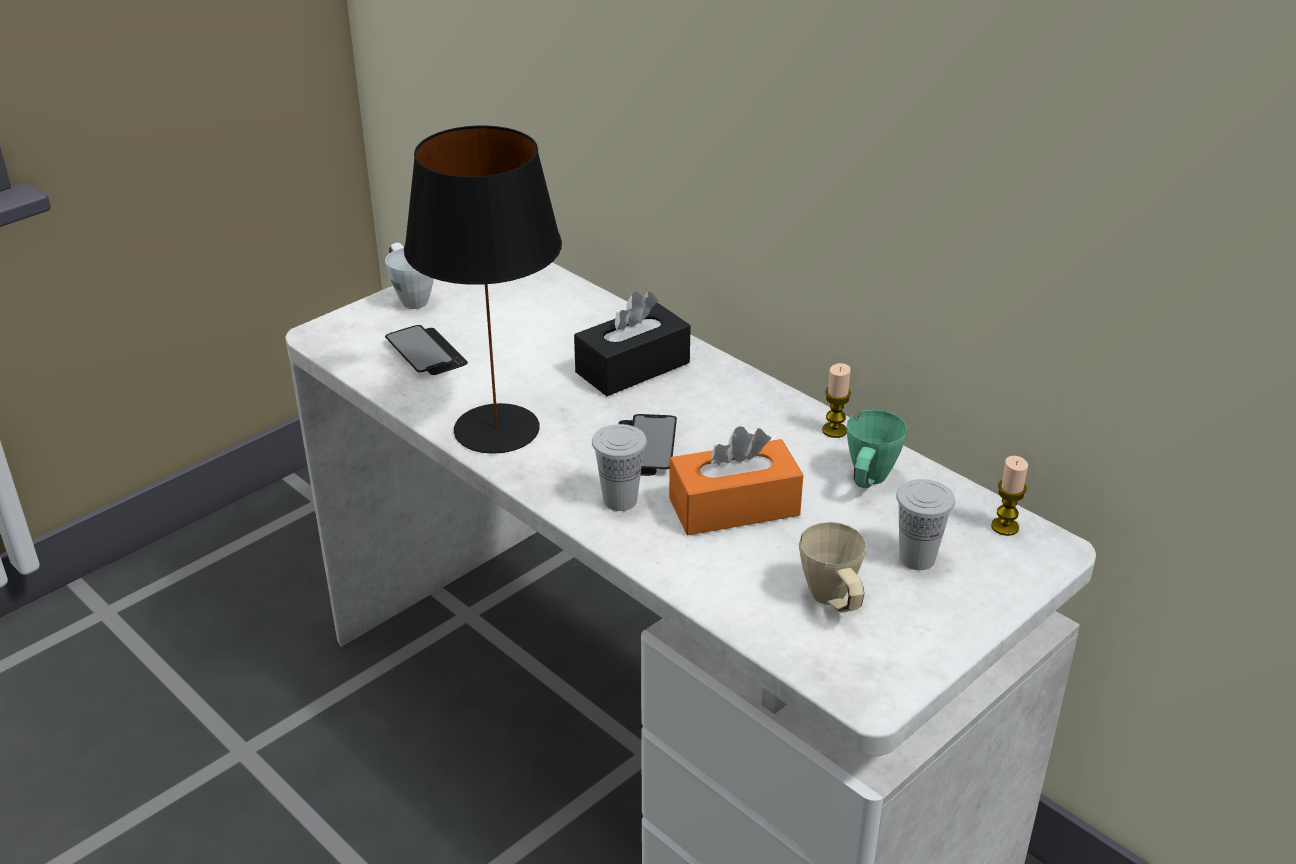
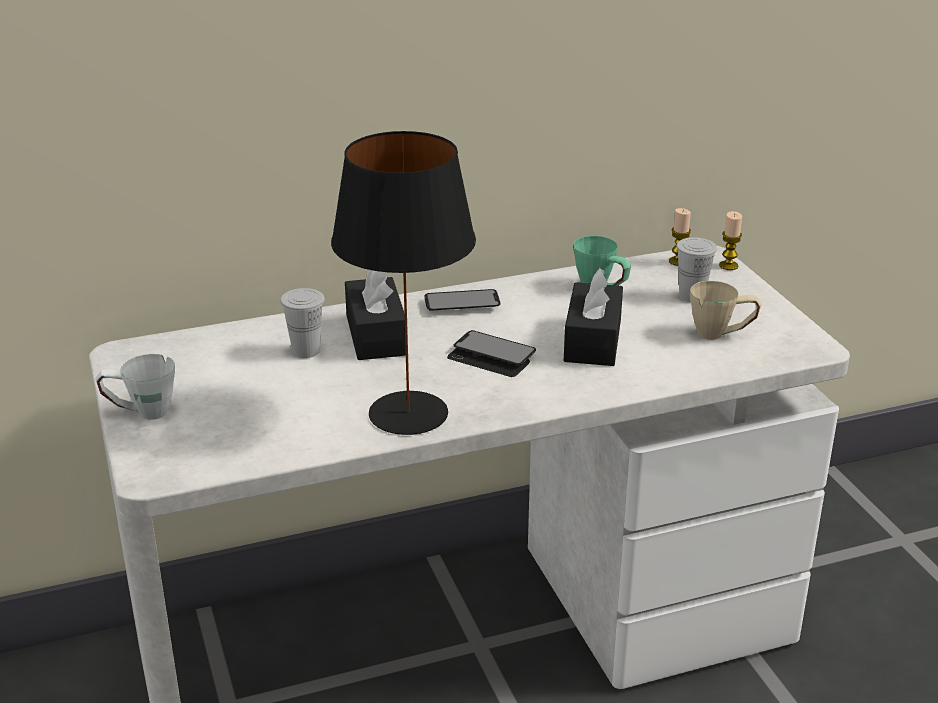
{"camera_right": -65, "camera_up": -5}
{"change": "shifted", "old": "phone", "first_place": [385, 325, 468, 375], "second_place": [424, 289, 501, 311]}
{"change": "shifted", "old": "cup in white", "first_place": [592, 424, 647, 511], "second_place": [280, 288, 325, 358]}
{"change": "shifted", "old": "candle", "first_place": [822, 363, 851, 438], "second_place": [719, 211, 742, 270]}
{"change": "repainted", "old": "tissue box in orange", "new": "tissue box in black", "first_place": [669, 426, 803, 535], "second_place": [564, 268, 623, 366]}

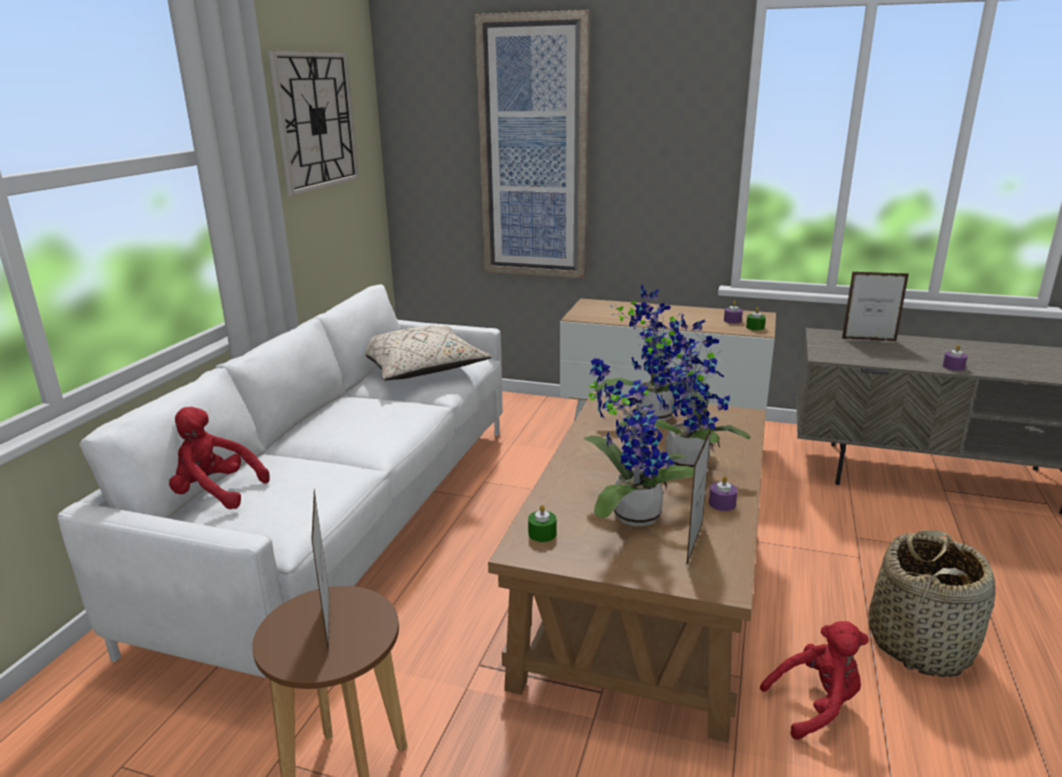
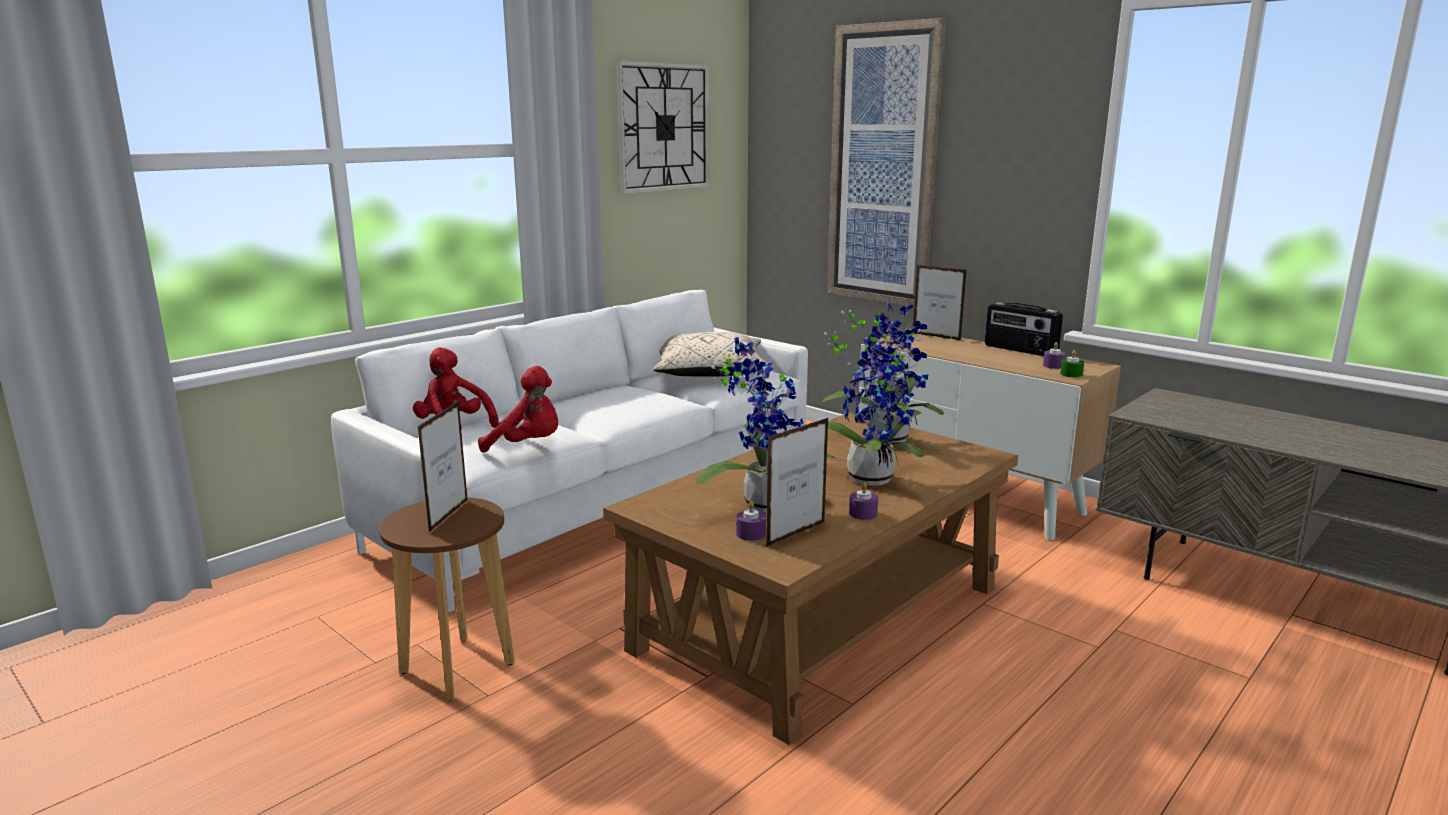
{"camera_right": 25, "camera_up": -5}
{"change": "gone", "old": "candle in green", "first_place": [528, 505, 556, 542]}
{"change": "gone", "old": "basket", "first_place": [869, 530, 995, 677]}
{"change": "new", "new": "radio", "second_place": [985, 302, 1063, 356]}
{"change": "shifted", "old": "plush toy in red", "first_place": [760, 621, 869, 740], "second_place": [478, 366, 558, 453]}
{"change": "shifted", "old": "picture frame", "first_place": [842, 271, 909, 342], "second_place": [913, 265, 966, 341]}
{"change": "shifted", "old": "candle in purple", "first_place": [943, 345, 968, 371], "second_place": [736, 501, 766, 541]}

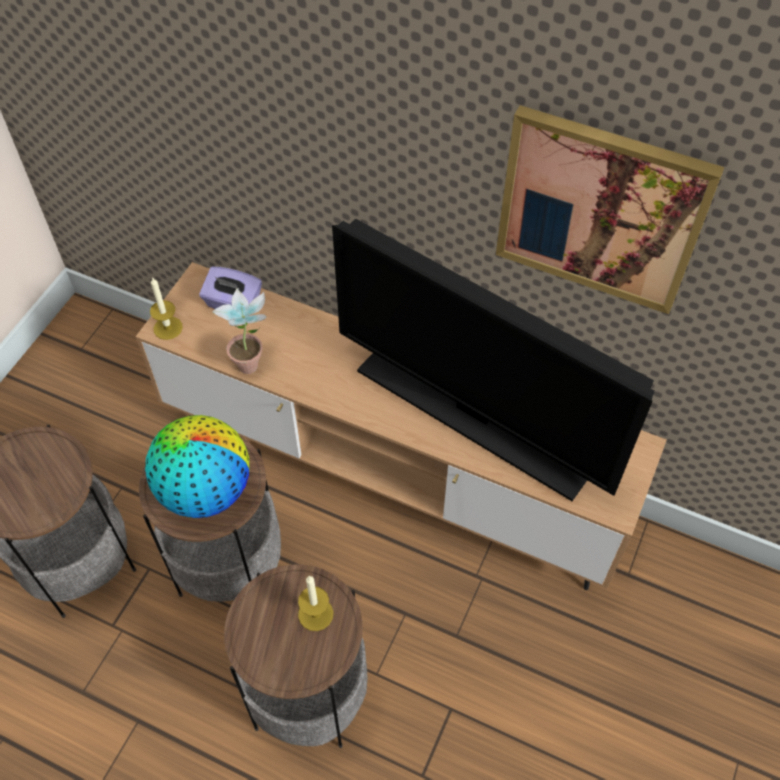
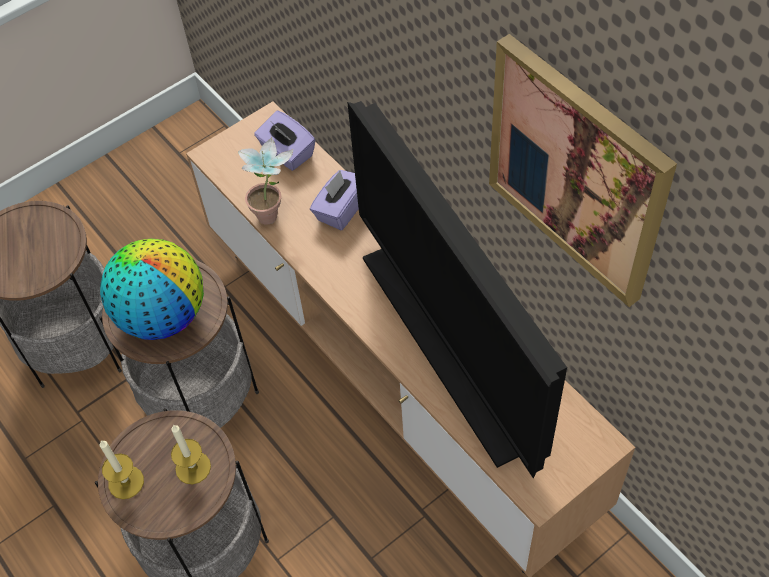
{"camera_right": 30, "camera_up": 0}
{"change": "new", "new": "tissue box in purple", "second_place": [310, 170, 359, 230]}
{"change": "shifted", "old": "candle", "first_place": [150, 277, 183, 340], "second_place": [99, 440, 144, 499]}

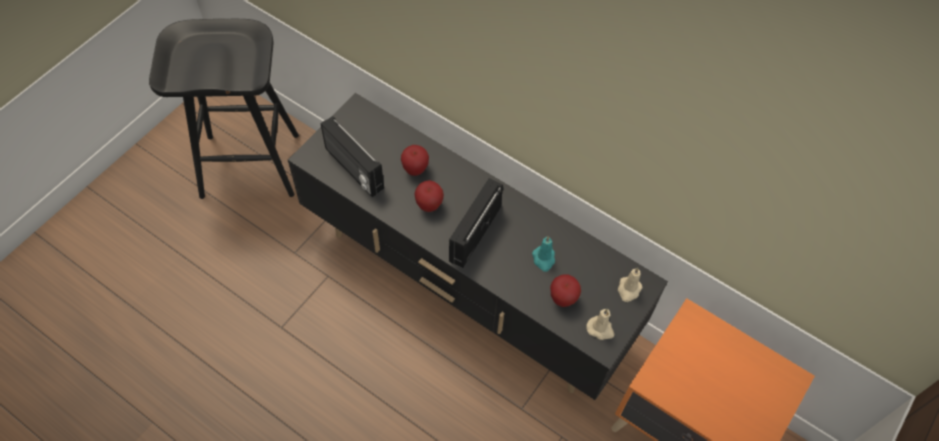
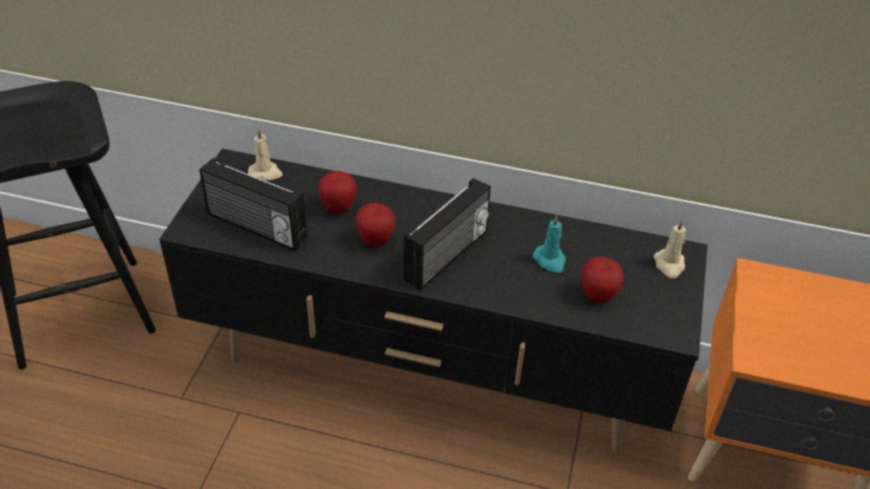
{"camera_right": -20, "camera_up": -15}
{"change": "shifted", "old": "candle in beige", "first_place": [586, 309, 614, 340], "second_place": [248, 128, 283, 181]}
{"change": "rotated", "old": "radio", "first_place": [449, 178, 503, 268], "second_place": [404, 178, 491, 291], "degrees": -150}

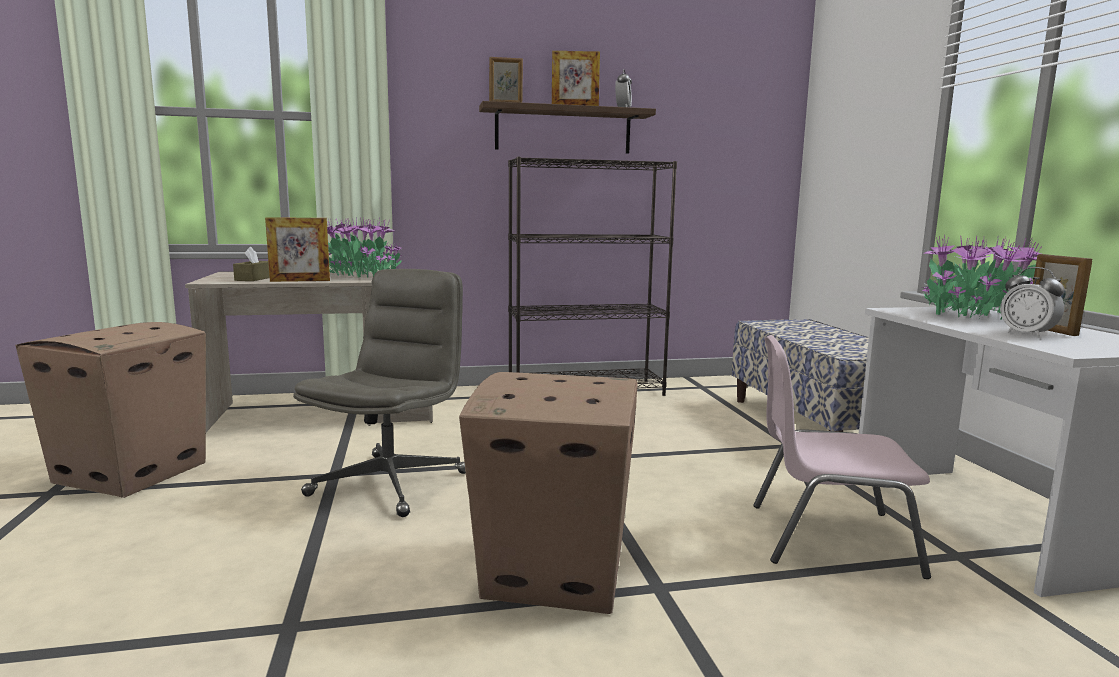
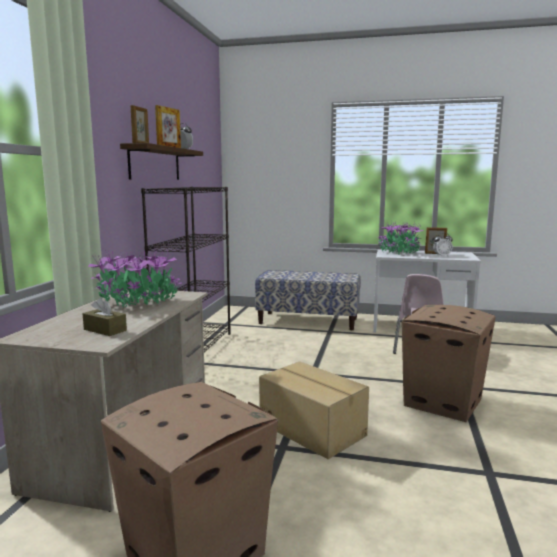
{"camera_right": -65, "camera_up": 0}
{"change": "gone", "old": "picture frame", "first_place": [265, 217, 330, 282]}
{"change": "swapped", "old": "office chair in grey", "new": "cardboard box", "first_place": [293, 269, 466, 517], "second_place": [259, 361, 369, 459]}

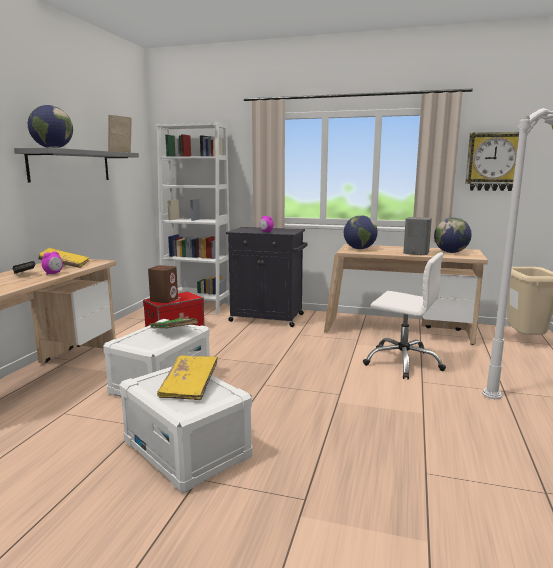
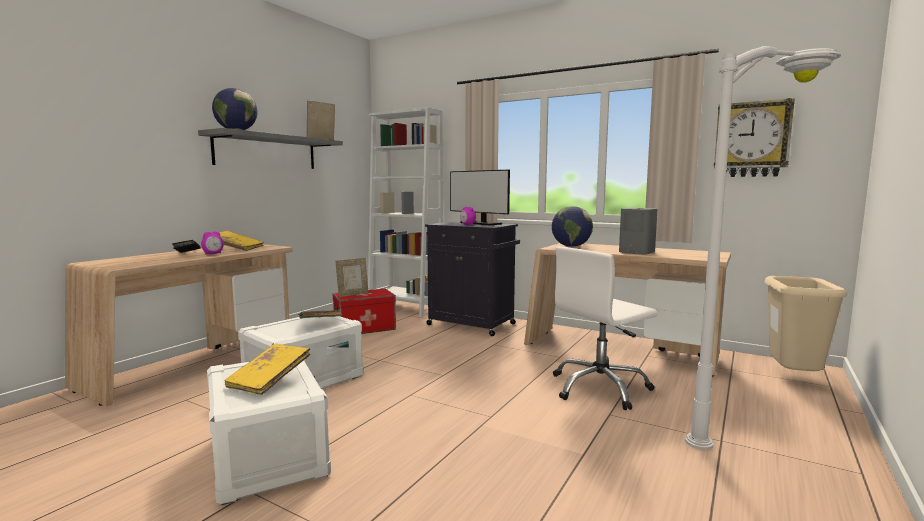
{"camera_right": 15, "camera_up": -5}
{"change": "gone", "old": "globe", "first_place": [434, 218, 472, 253]}
{"change": "new", "new": "monitor", "second_place": [450, 170, 510, 225]}
{"change": "swapped", "old": "speaker in brown", "new": "picture frame", "first_place": [148, 265, 178, 303], "second_place": [335, 258, 369, 297]}
{"change": "rotated", "old": "office chair in white", "first_place": [363, 252, 446, 379], "second_place": [553, 247, 657, 410], "degrees": 105}

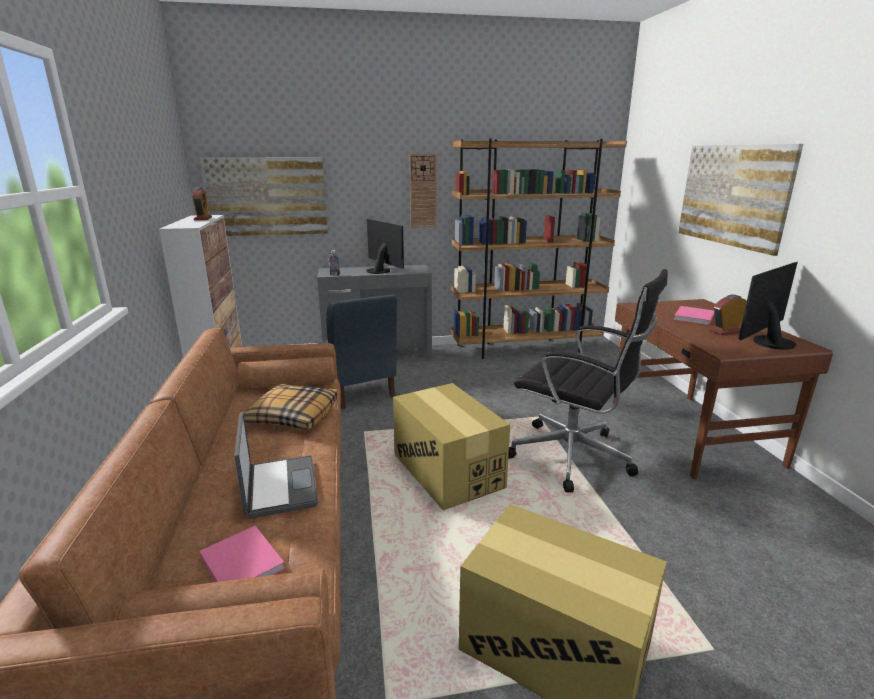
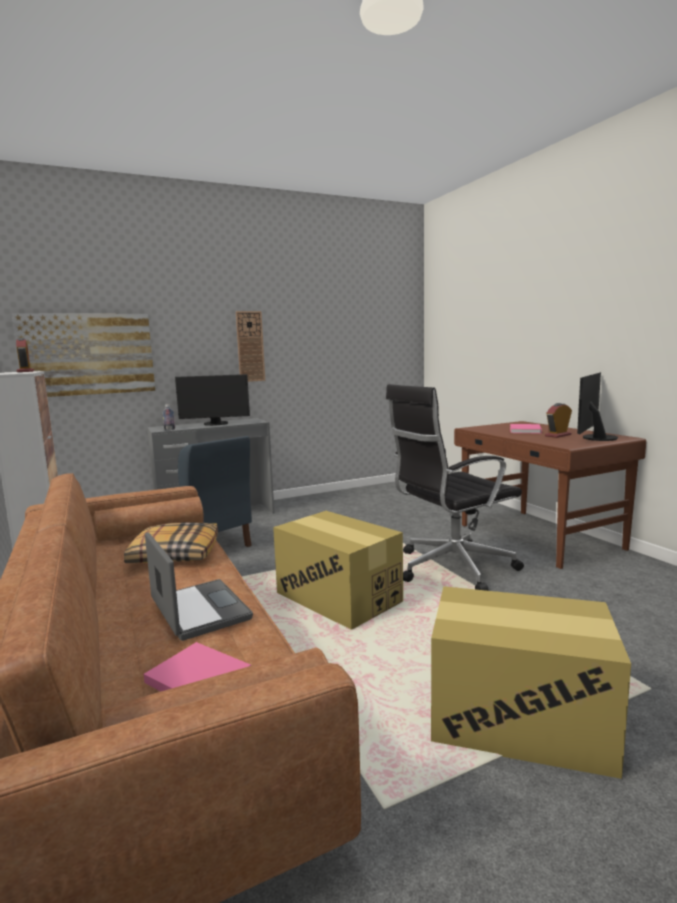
{"camera_right": -15, "camera_up": -10}
{"change": "gone", "old": "bookcase in brown", "first_place": [451, 138, 627, 359]}
{"change": "gone", "old": "picture", "first_place": [678, 144, 803, 256]}
{"change": "rotated", "old": "monitor", "first_place": [366, 219, 404, 274], "second_place": [175, 374, 250, 426], "degrees": 135}
{"change": "rotated", "old": "office chair in black", "first_place": [508, 269, 668, 493], "second_place": [386, 384, 524, 591], "degrees": 135}

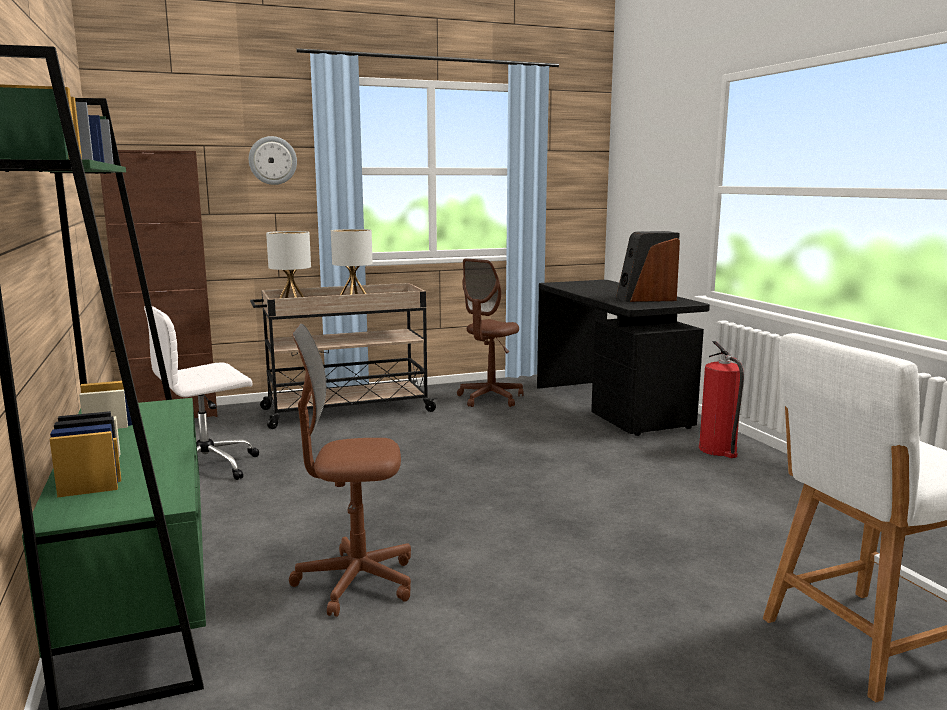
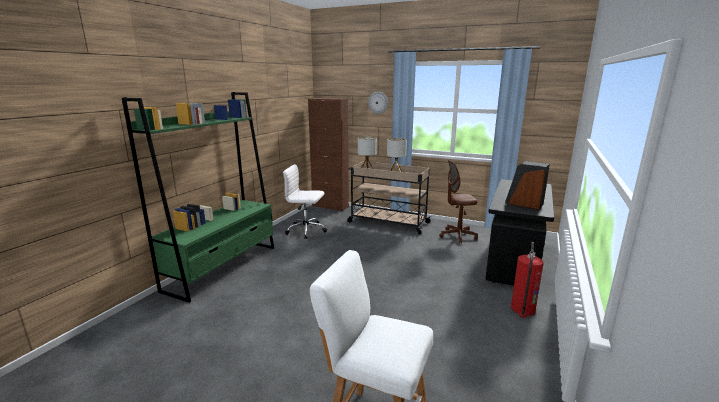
{"camera_right": 45, "camera_up": 5}
{"change": "gone", "old": "office chair in brown", "first_place": [289, 324, 411, 617]}

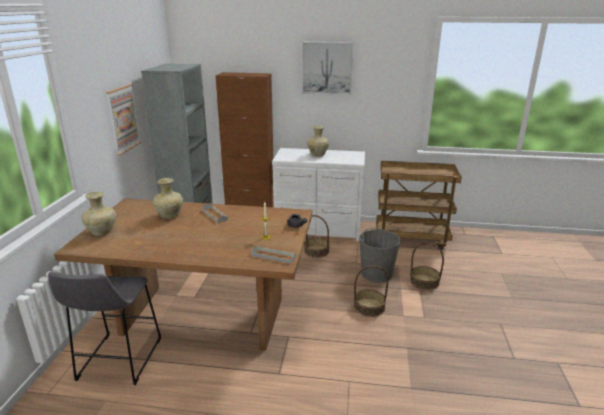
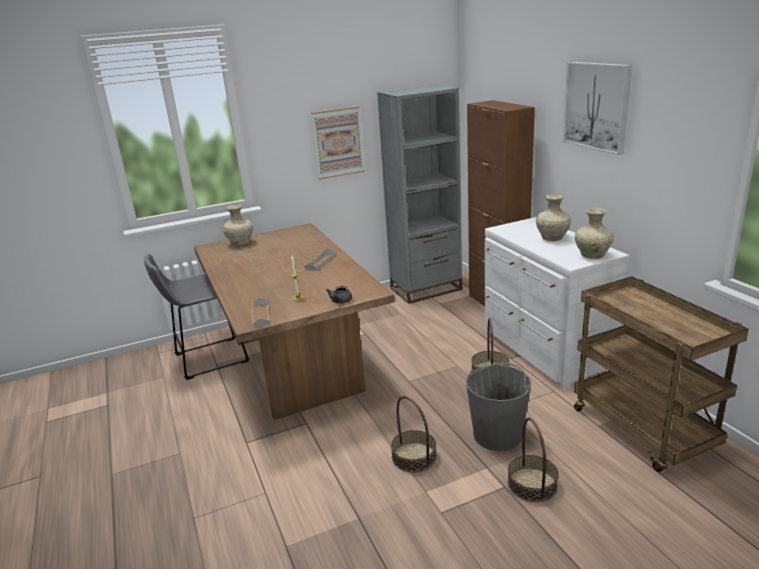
{"camera_right": 60, "camera_up": 0}
{"change": "shifted", "old": "vase in beige", "first_place": [153, 178, 183, 219], "second_place": [575, 208, 614, 259]}

